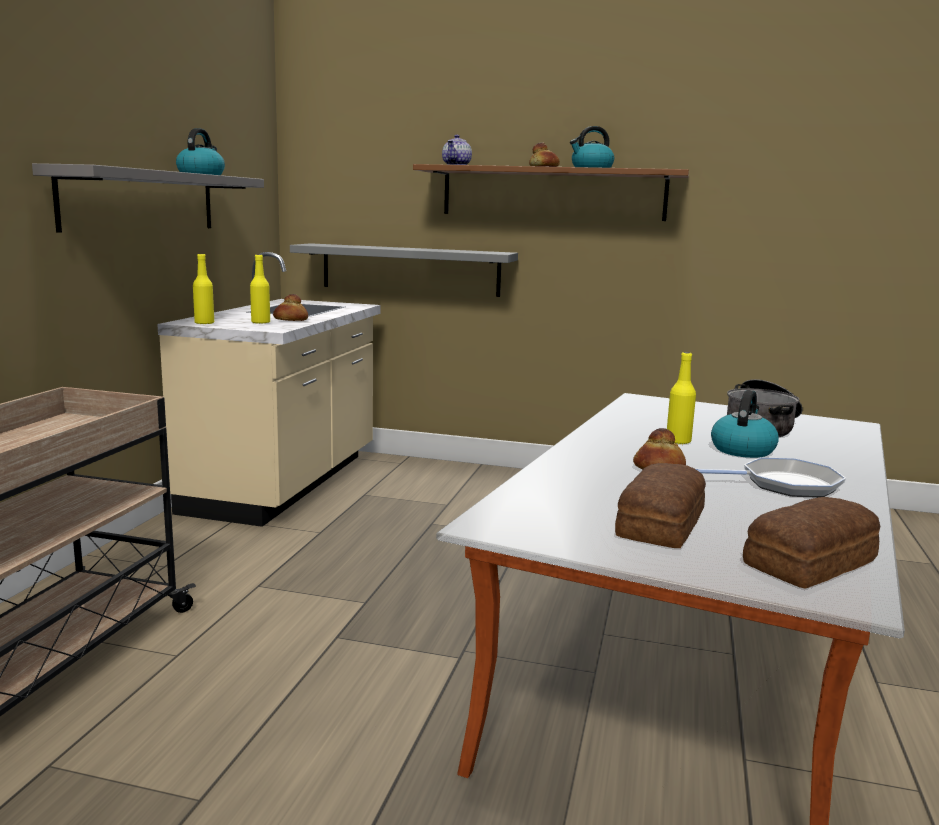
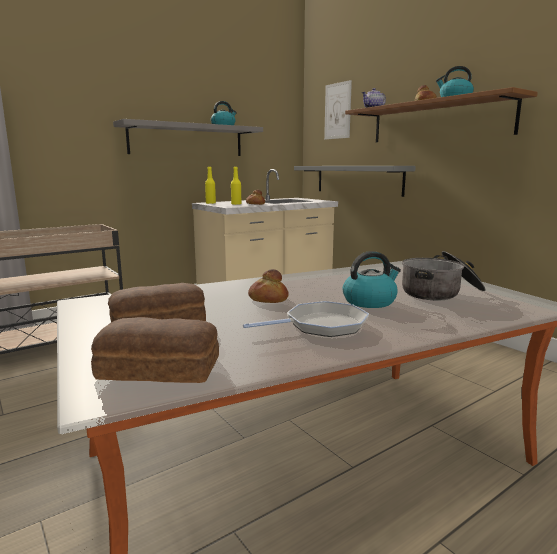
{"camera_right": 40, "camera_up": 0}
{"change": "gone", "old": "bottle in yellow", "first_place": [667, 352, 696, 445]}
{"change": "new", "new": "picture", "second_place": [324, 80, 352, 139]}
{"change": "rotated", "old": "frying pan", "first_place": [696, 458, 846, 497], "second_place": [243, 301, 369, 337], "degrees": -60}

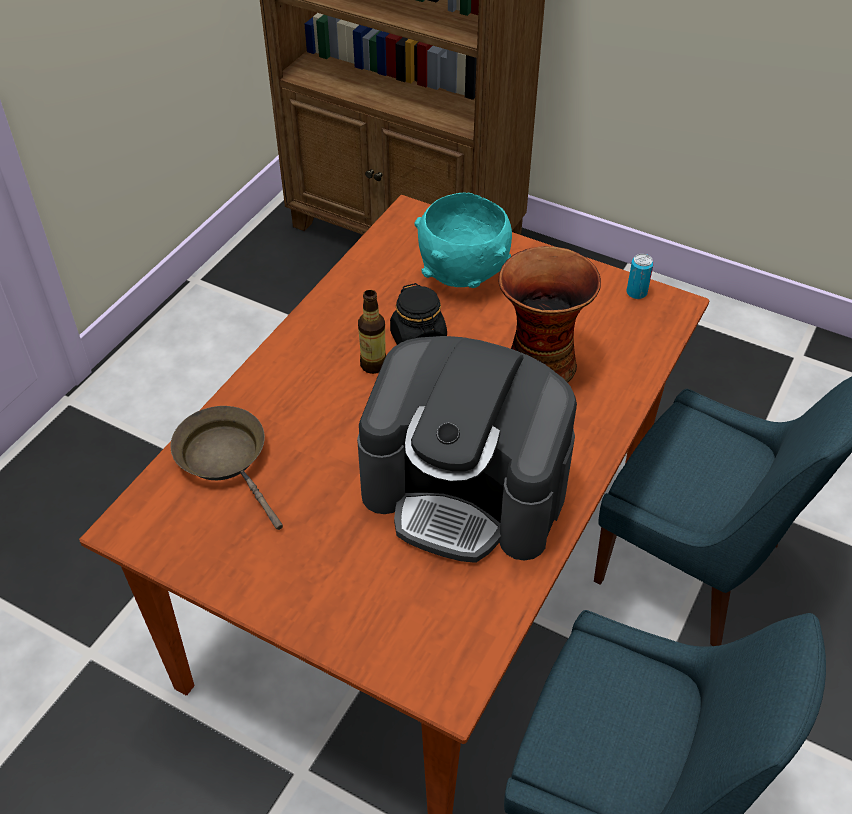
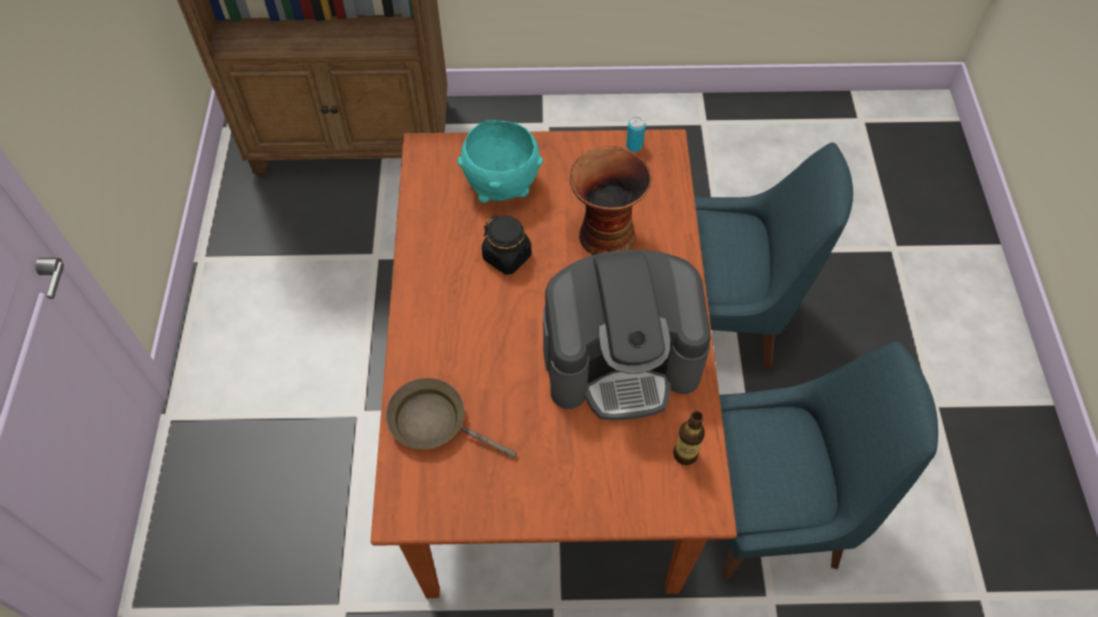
{"camera_right": -30, "camera_up": 10}
{"change": "shifted", "old": "bottle", "first_place": [358, 290, 386, 374], "second_place": [673, 411, 705, 465]}

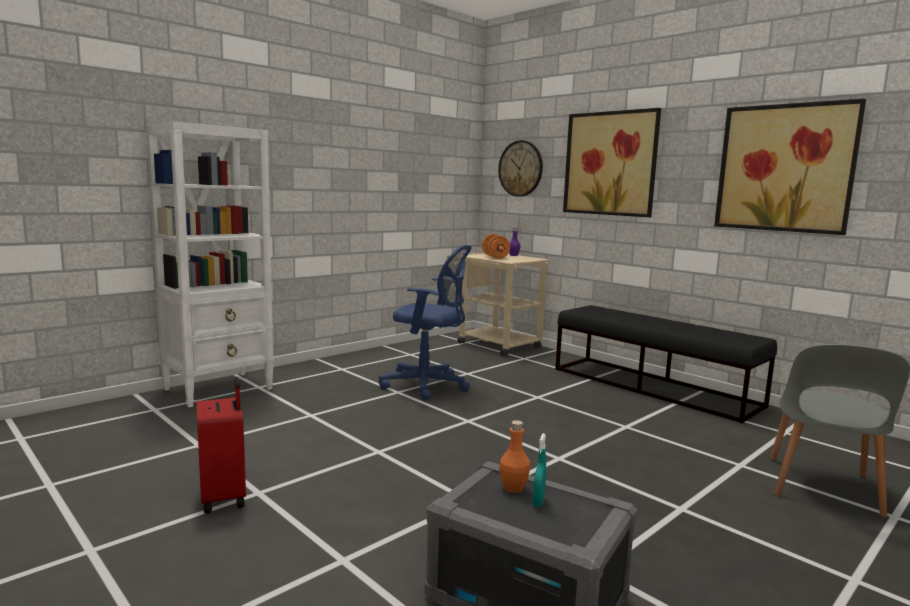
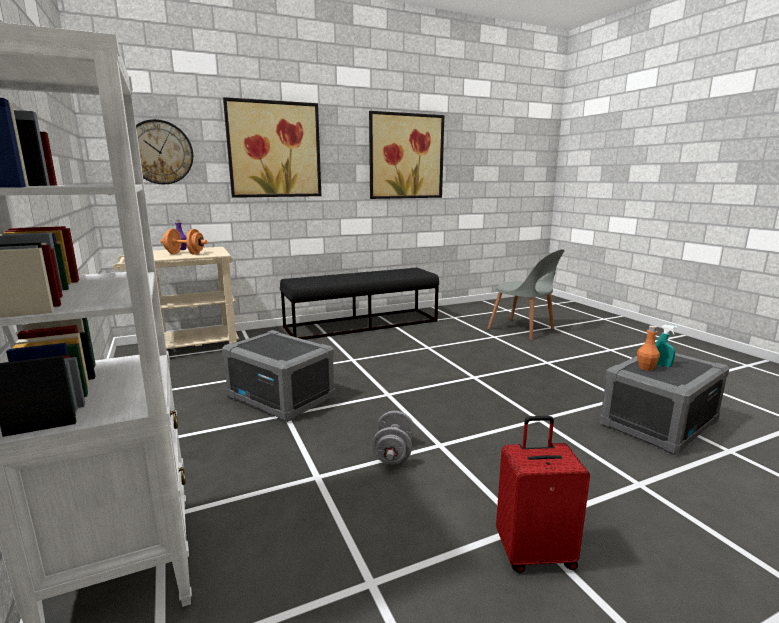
{"camera_right": -70, "camera_up": 5}
{"change": "new", "new": "dumbbell in grey", "second_place": [372, 411, 414, 465]}
{"change": "swapped", "old": "office chair in blue", "new": "storage box in grey", "first_place": [379, 245, 472, 400], "second_place": [222, 330, 335, 422]}

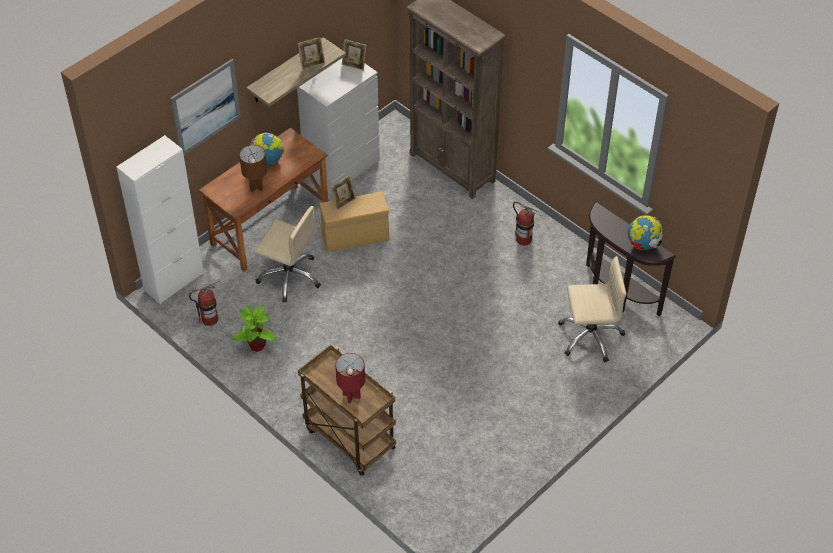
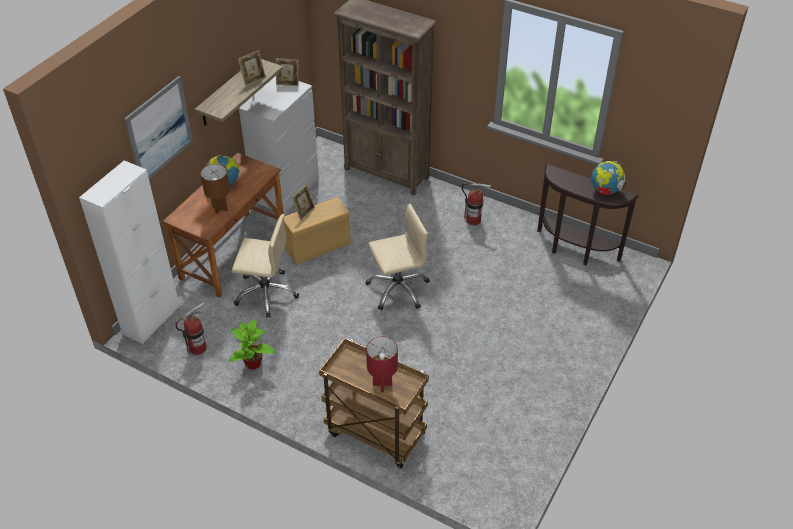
{"camera_right": -15, "camera_up": -5}
{"change": "shifted", "old": "office chair in beige", "first_place": [558, 256, 627, 362], "second_place": [366, 204, 430, 310]}

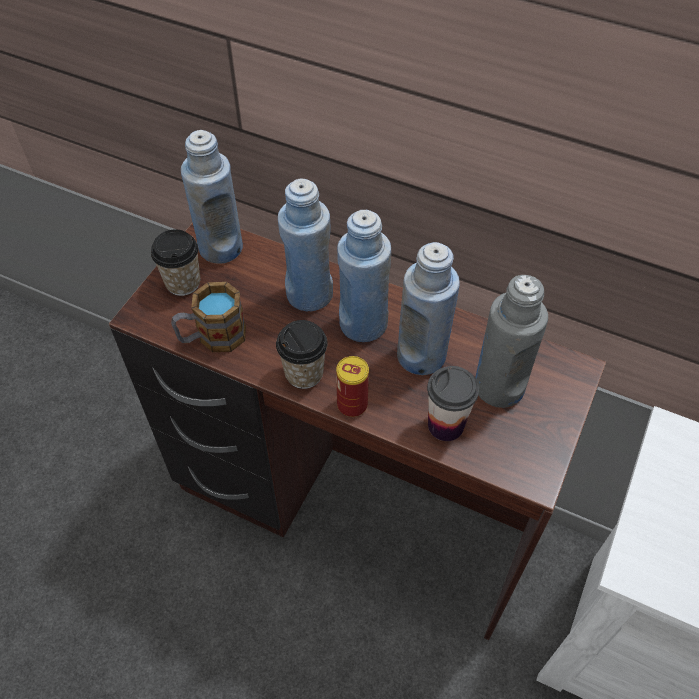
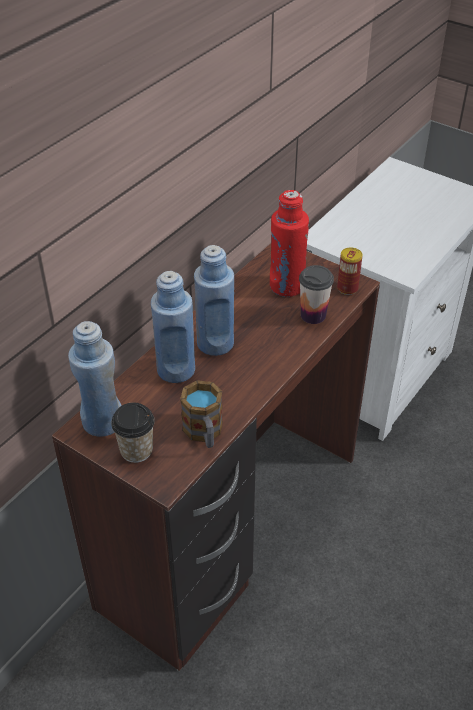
{"camera_right": -80, "camera_up": -10}
{"change": "gone", "old": "cup", "first_place": [276, 320, 328, 389]}
{"change": "gone", "old": "bottle in blue", "first_place": [397, 242, 460, 375]}
{"change": "shifted", "old": "can", "first_place": [336, 356, 369, 417], "second_place": [337, 247, 363, 295]}
{"change": "repainted", "old": "bottle in grey", "new": "bottle in red", "first_place": [475, 275, 548, 408], "second_place": [270, 190, 309, 297]}

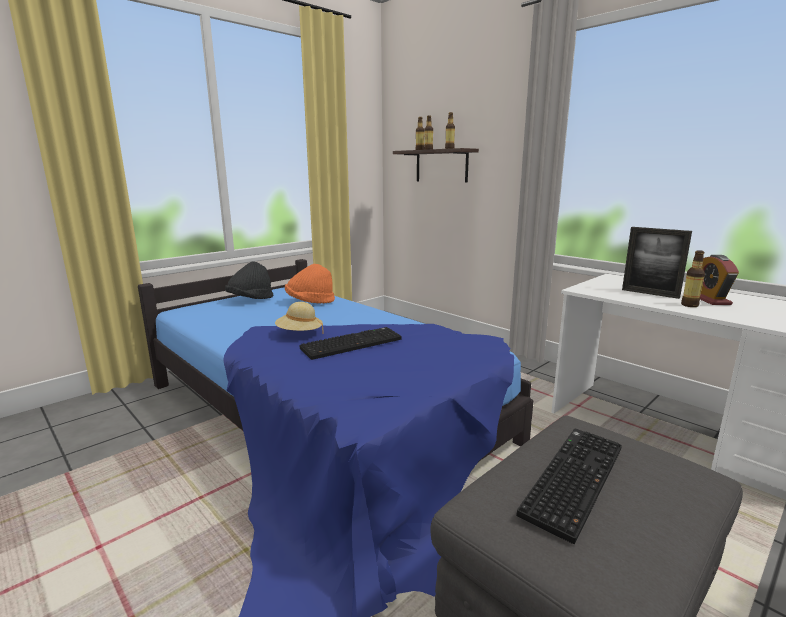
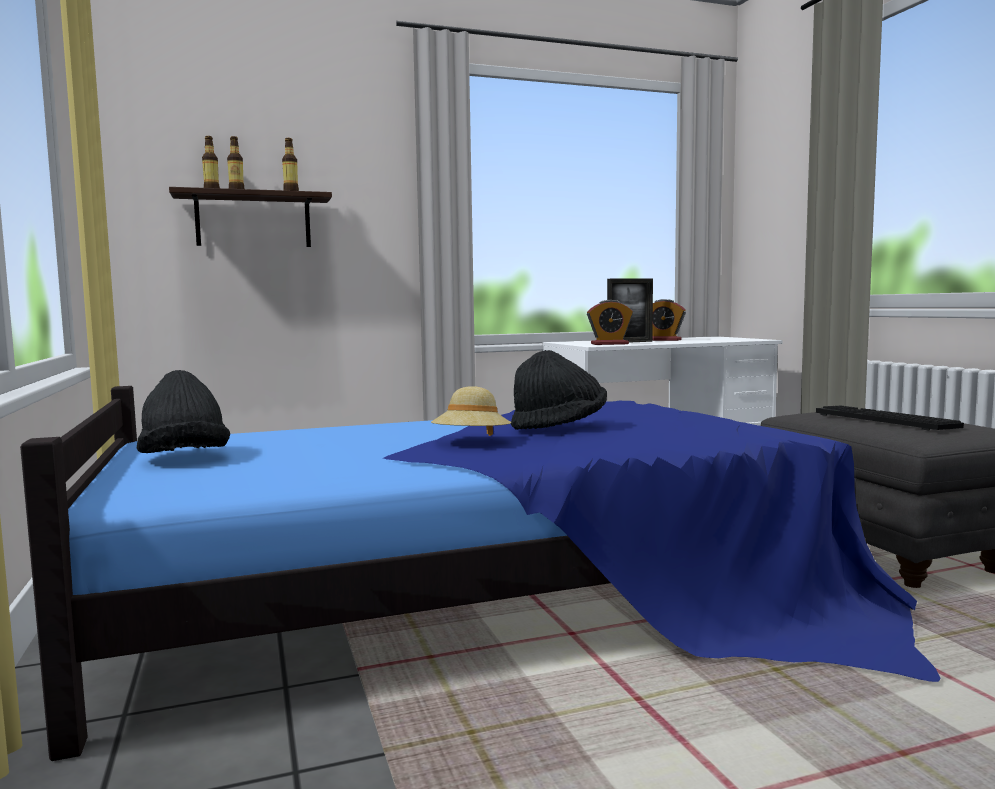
{"camera_right": -65, "camera_up": -10}
{"change": "gone", "old": "hat in orange", "first_place": [285, 264, 335, 304]}
{"change": "gone", "old": "bottle", "first_place": [681, 250, 705, 307]}
{"change": "new", "new": "alarm clock", "second_place": [587, 300, 633, 345]}
{"change": "swapped", "old": "keyboard", "new": "hat in black", "first_place": [300, 327, 402, 360], "second_place": [511, 350, 607, 430]}

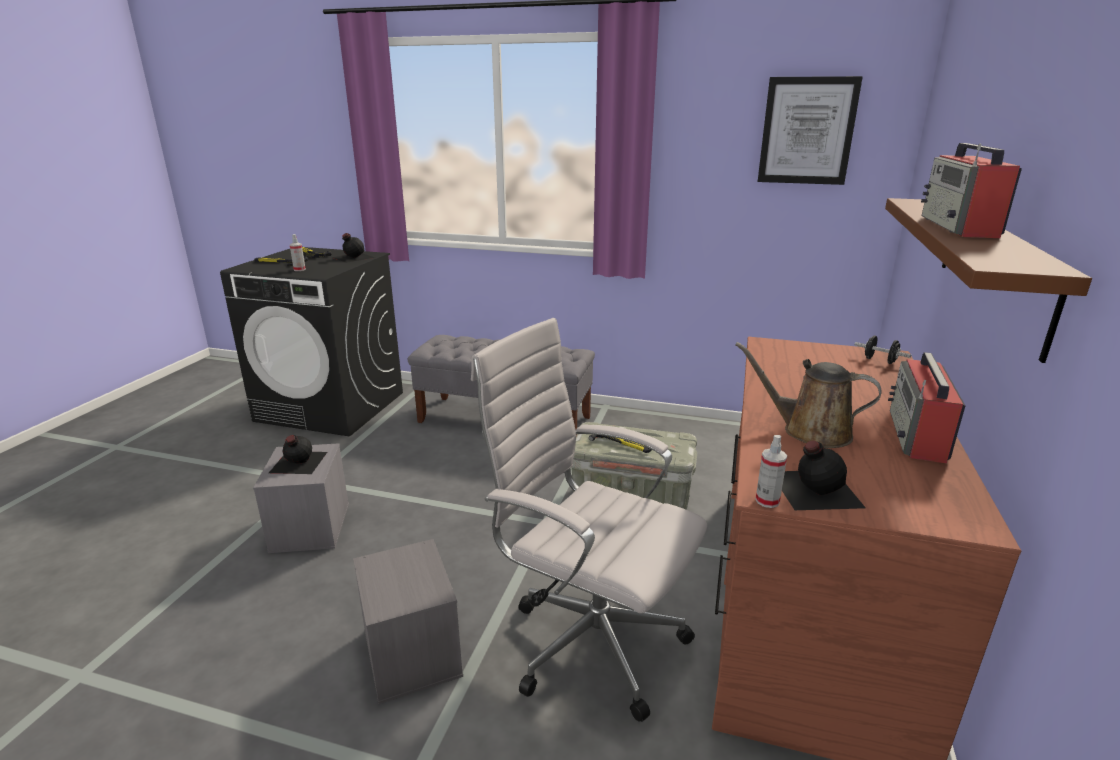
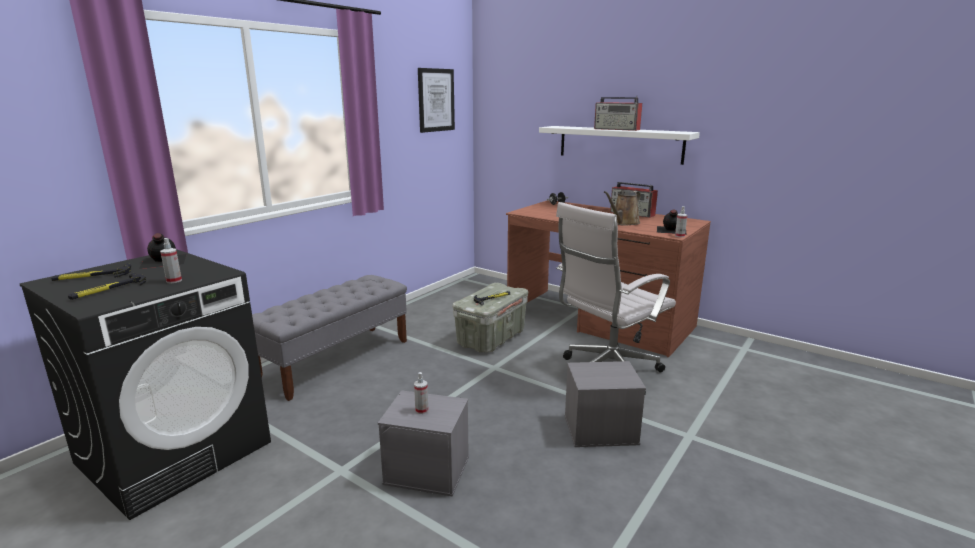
{"camera_right": -70, "camera_up": -5}
{"change": "swapped", "old": "bottle in black", "new": "spray bottle", "first_place": [269, 435, 327, 474], "second_place": [414, 372, 428, 414]}
{"change": "repainted", "old": "shelf in brown", "new": "shelf in white", "first_place": [885, 198, 1092, 363], "second_place": [539, 126, 700, 165]}

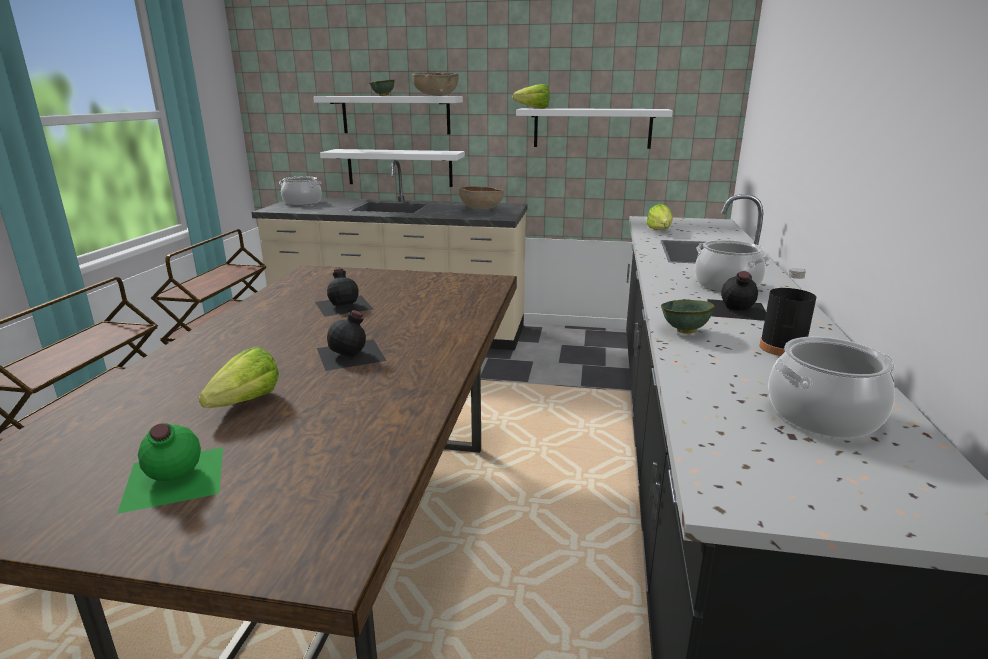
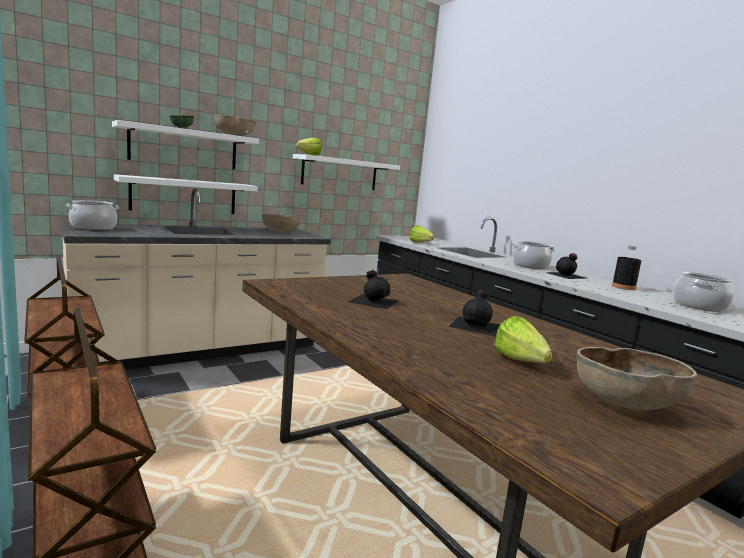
{"camera_right": -45, "camera_up": -10}
{"change": "gone", "old": "bowl in green", "first_place": [661, 300, 715, 334]}
{"change": "swapped", "old": "bottle in green", "new": "bowl in brown", "first_place": [117, 423, 223, 514], "second_place": [576, 347, 697, 410]}

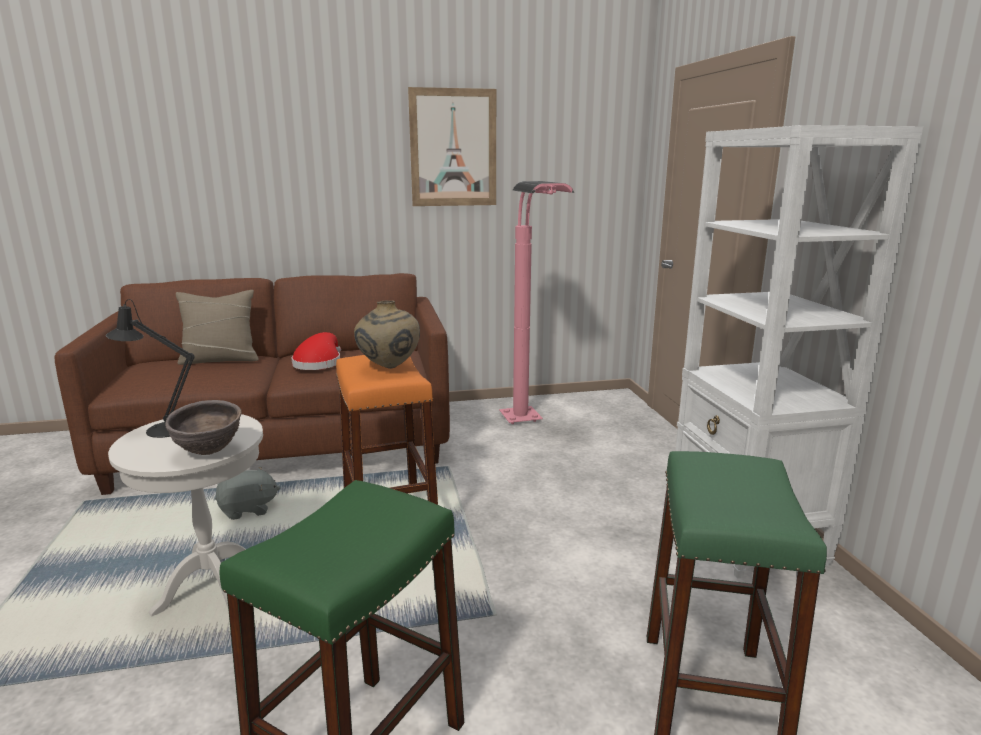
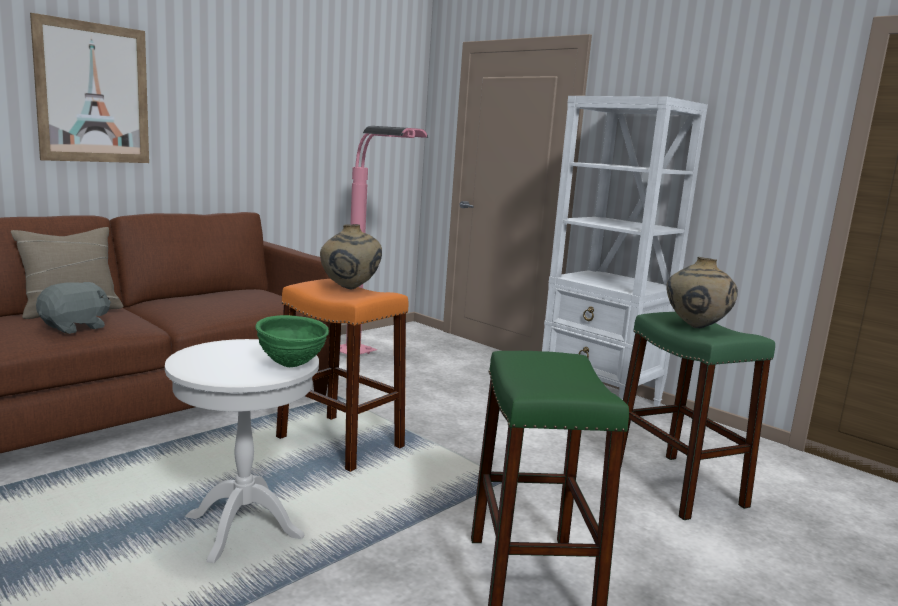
{"camera_right": -35, "camera_up": -5}
{"change": "gone", "old": "table lamp in black", "first_place": [106, 299, 195, 438]}
{"change": "gone", "old": "hat in red", "first_place": [292, 332, 341, 370]}
{"change": "new", "new": "vase in beige", "second_place": [666, 257, 738, 328]}
{"change": "shifted", "old": "plush toy in grey", "first_place": [215, 466, 280, 520], "second_place": [36, 282, 111, 334]}
{"change": "shifted", "old": "picture", "first_place": [408, 87, 496, 206], "second_place": [30, 13, 149, 163]}
{"change": "repainted", "old": "bowl in brown", "new": "bowl in green", "first_place": [165, 400, 242, 455], "second_place": [255, 315, 329, 367]}

